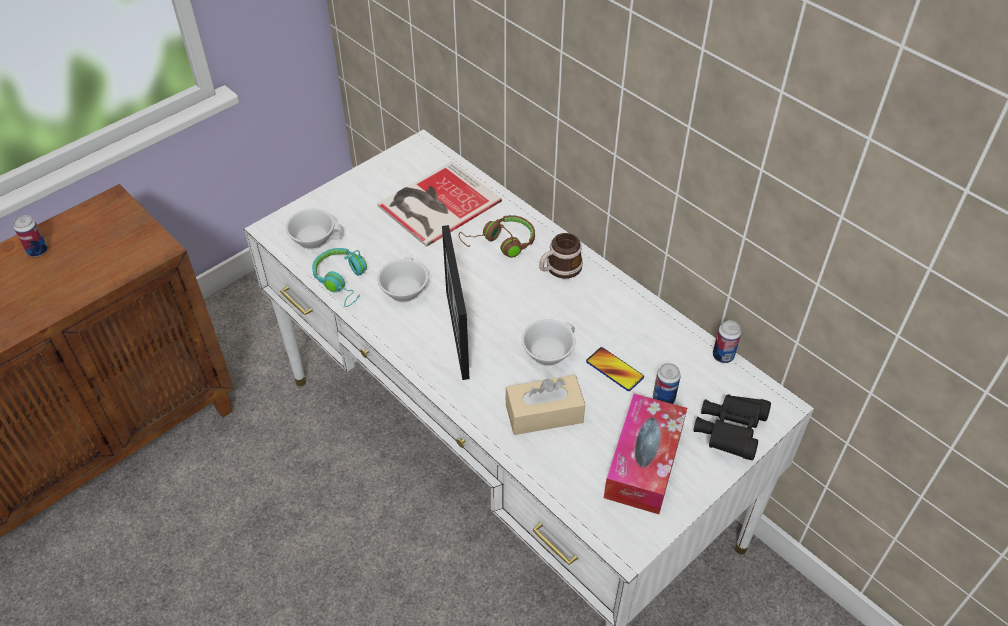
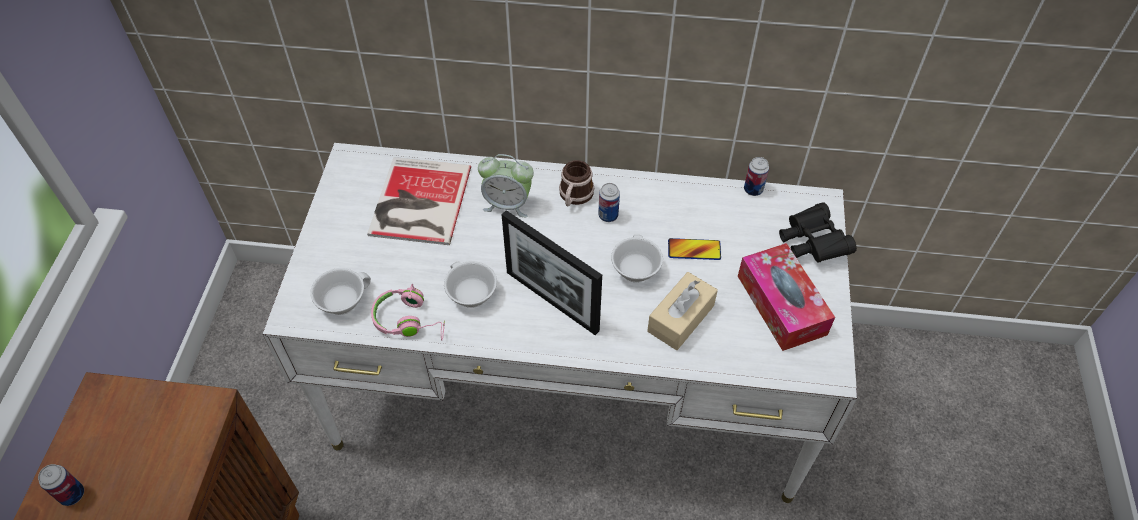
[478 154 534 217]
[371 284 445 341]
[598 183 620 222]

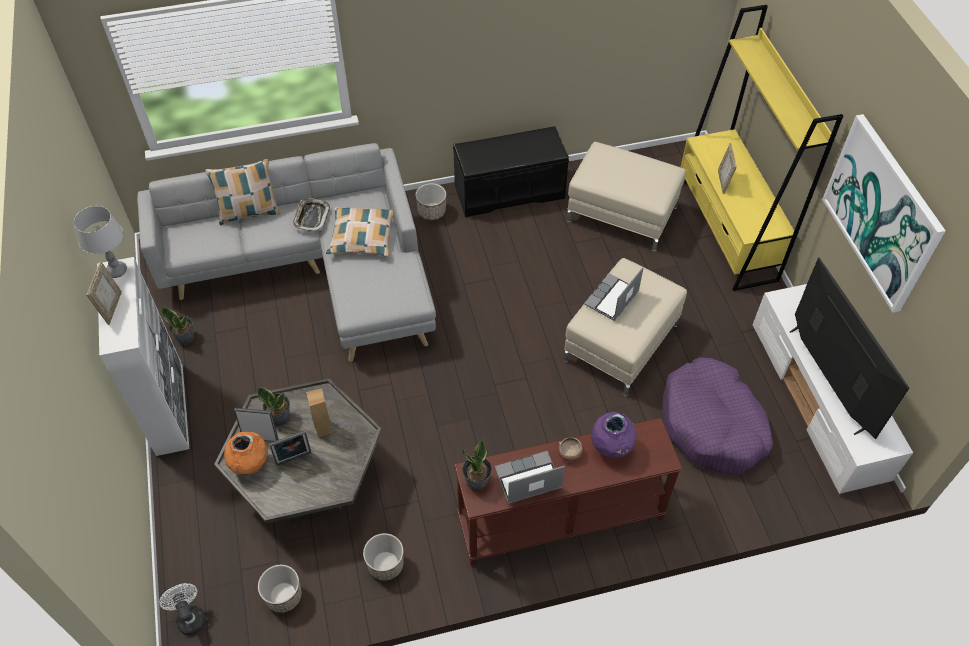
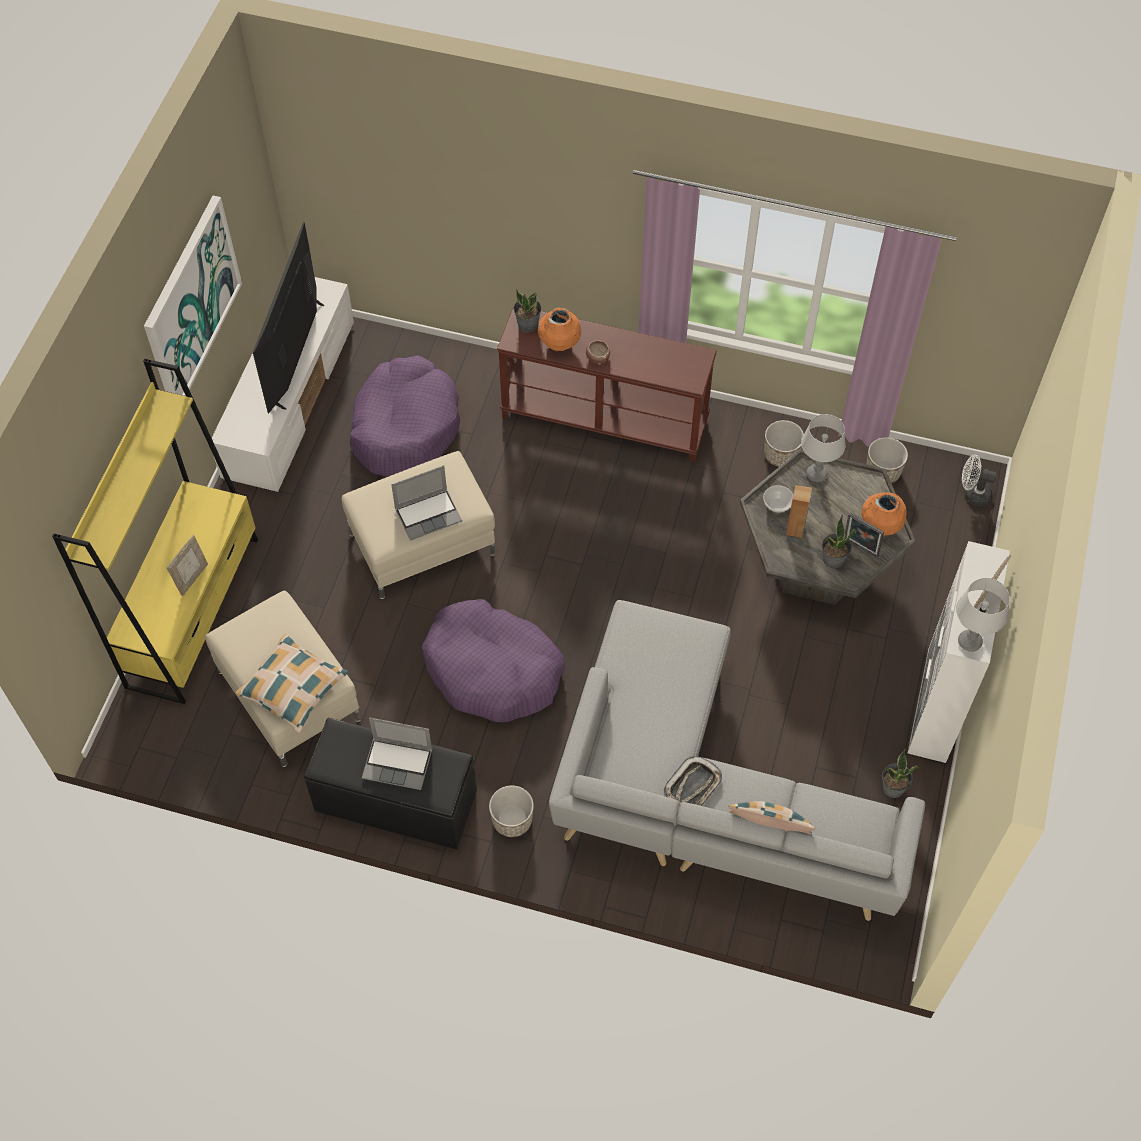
[235 634 348 733]
[538 308 581 351]
[269 430 311 466] (first image)
[514 289 542 332]
[362 718 432 790]
[962 455 997 506]
[801 414 845 482]
[763 485 793 513]
[422 599 565 722]

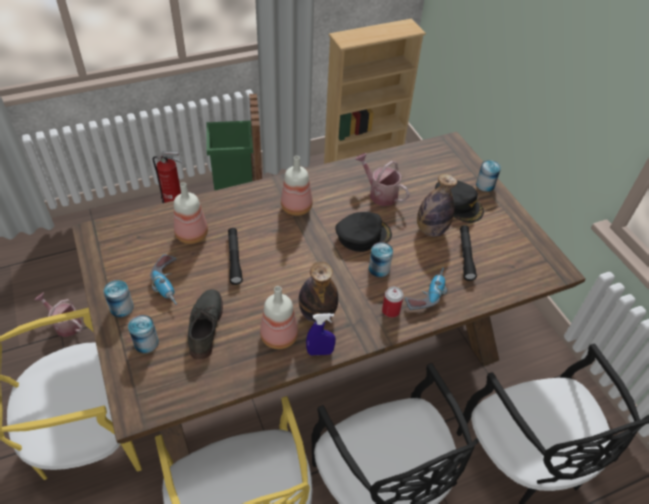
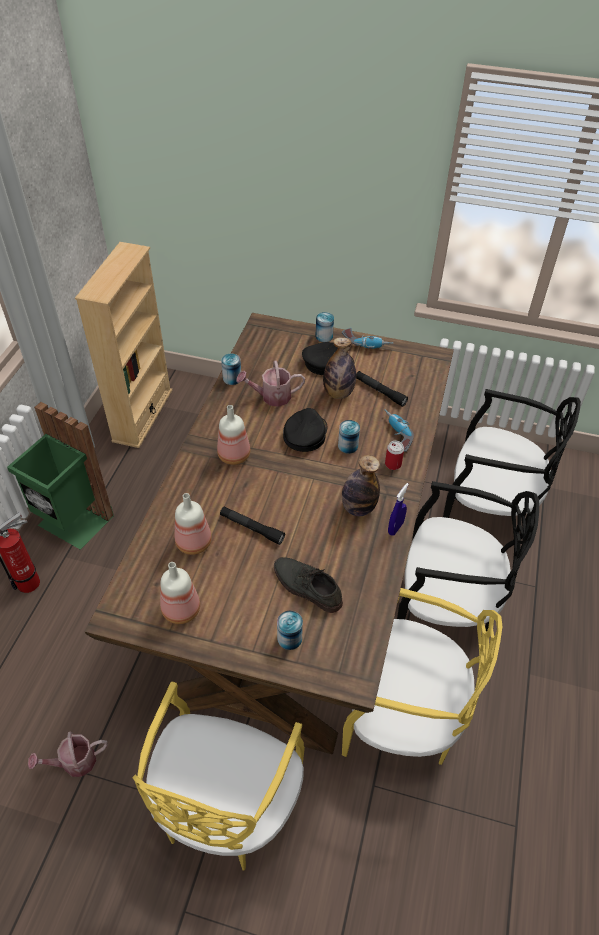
[342 328 393 349]
[221 354 241 385]
[160 562 200 624]

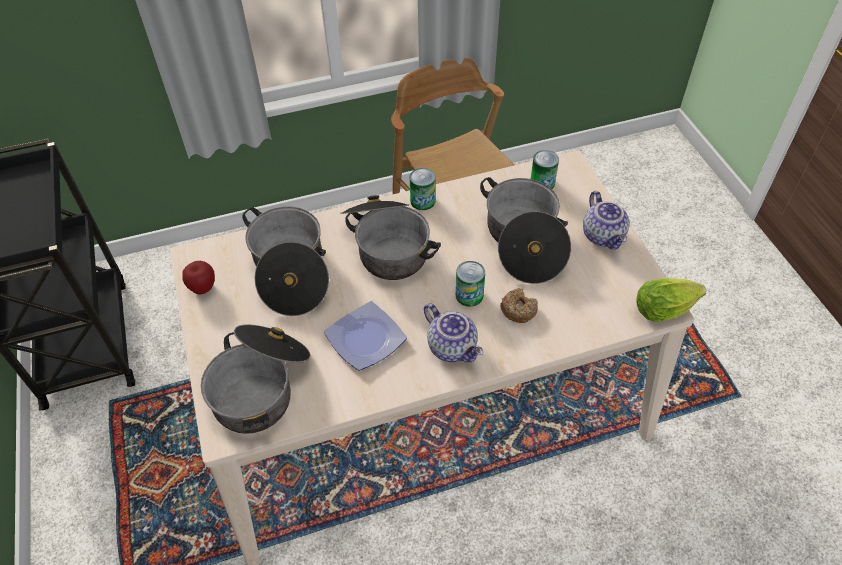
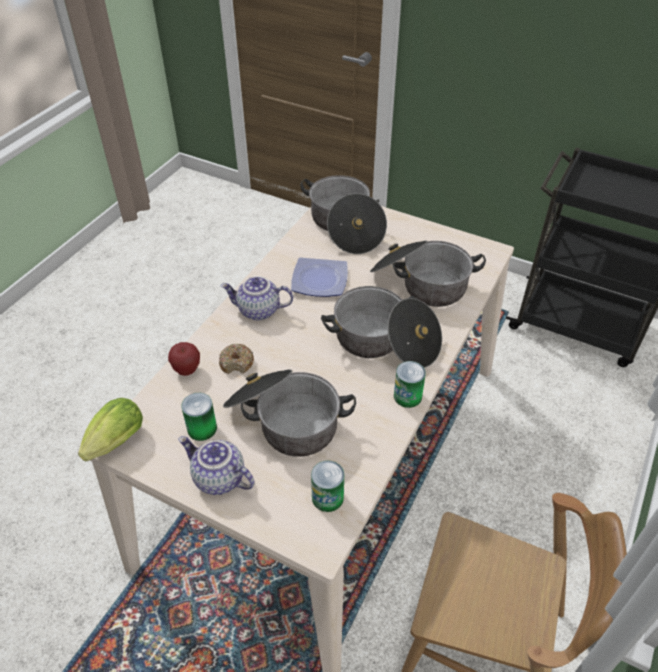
[168 342 200 376]
[181 393 217 441]

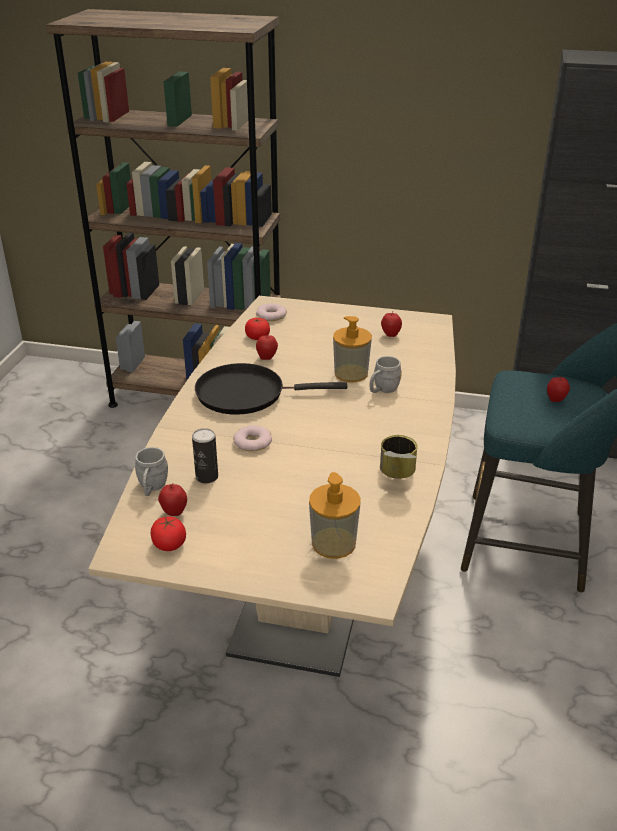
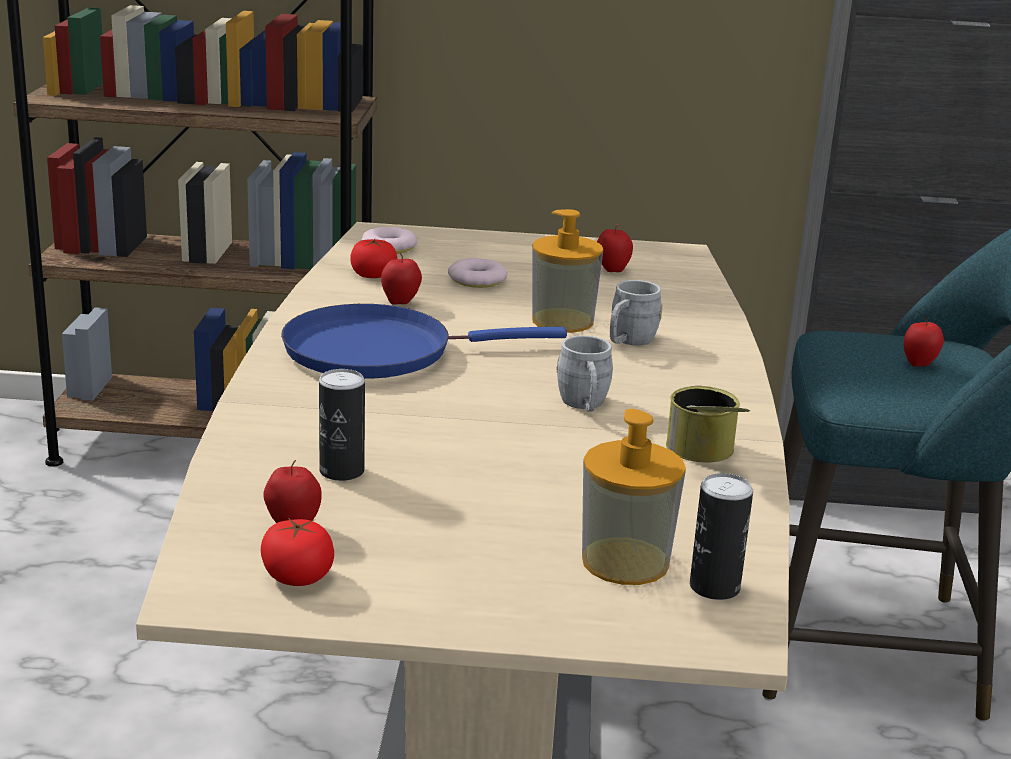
[281 304 567 379]
[448 258 508 288]
[557 335 613 412]
[690 473 753 600]

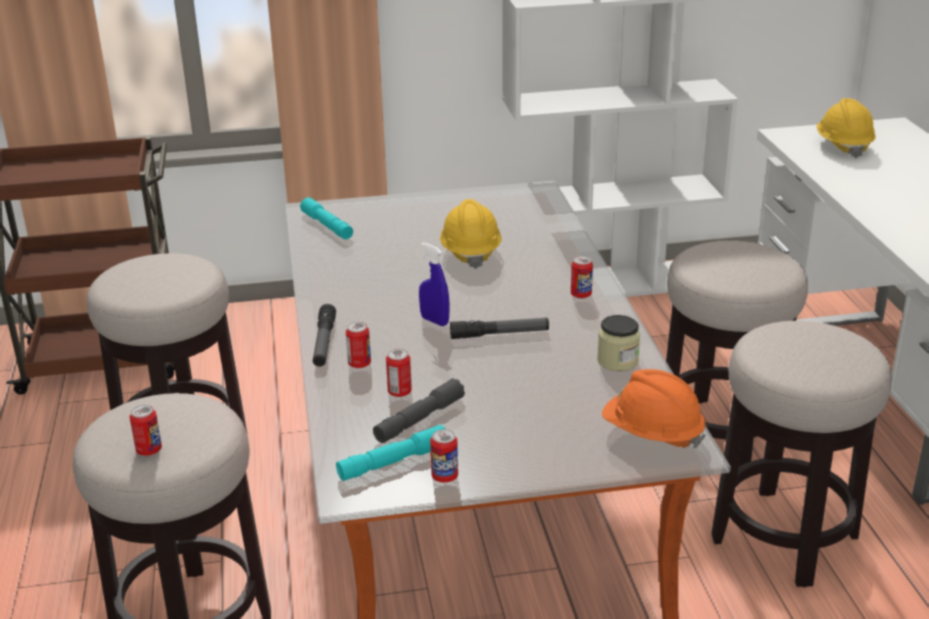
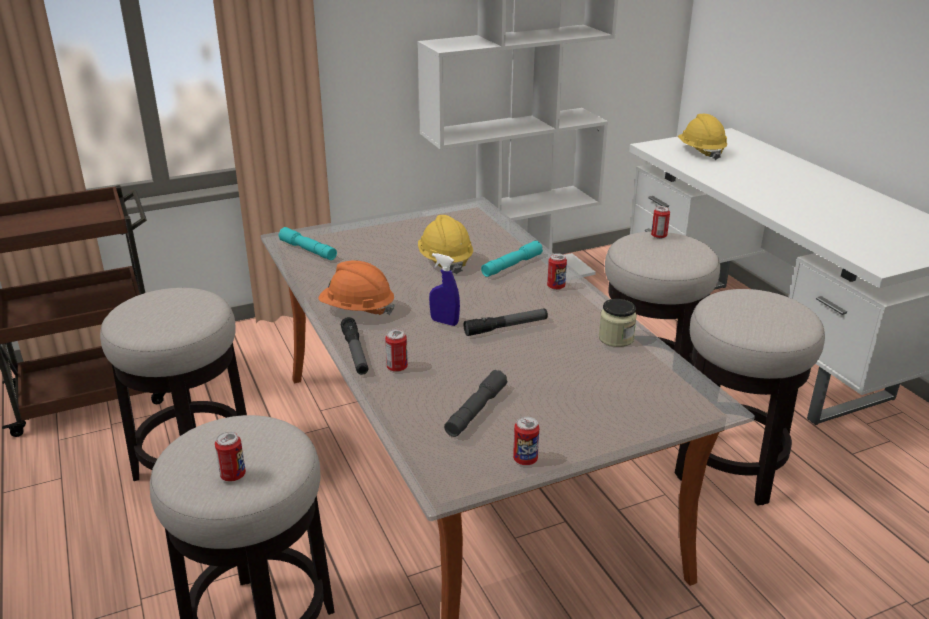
[651 206 670 239]
[318 260 395 315]
[481 241 543 277]

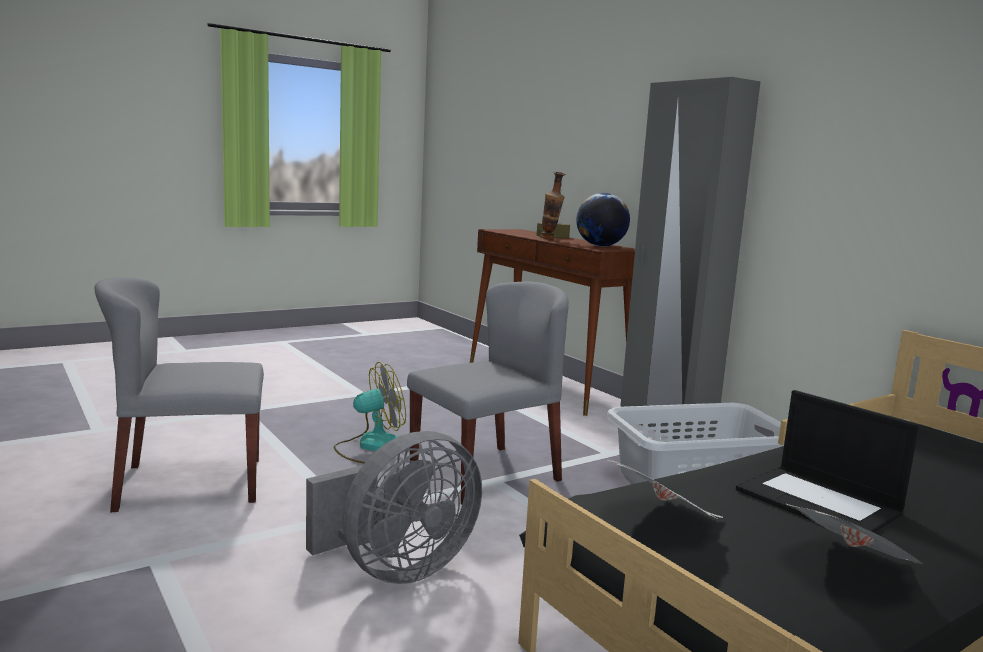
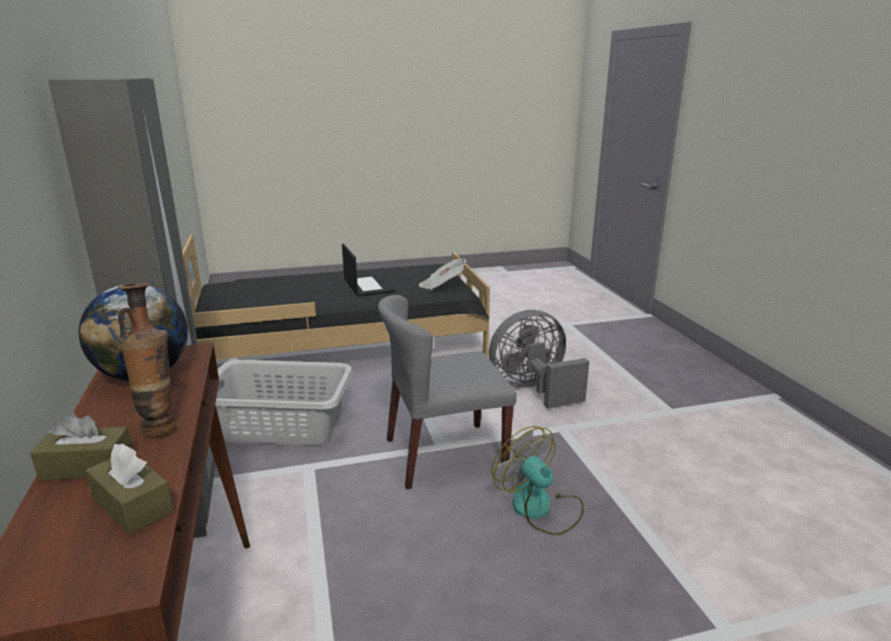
[95 277 264 512] (first image)
[492 426 584 535]
[787 504 924 565] (first image)
[85 443 174 535]

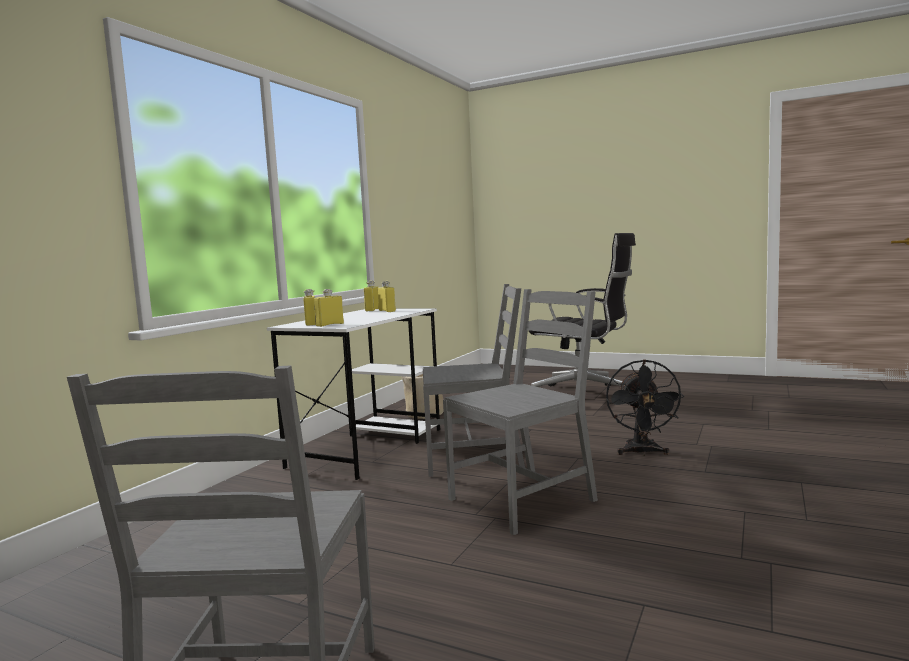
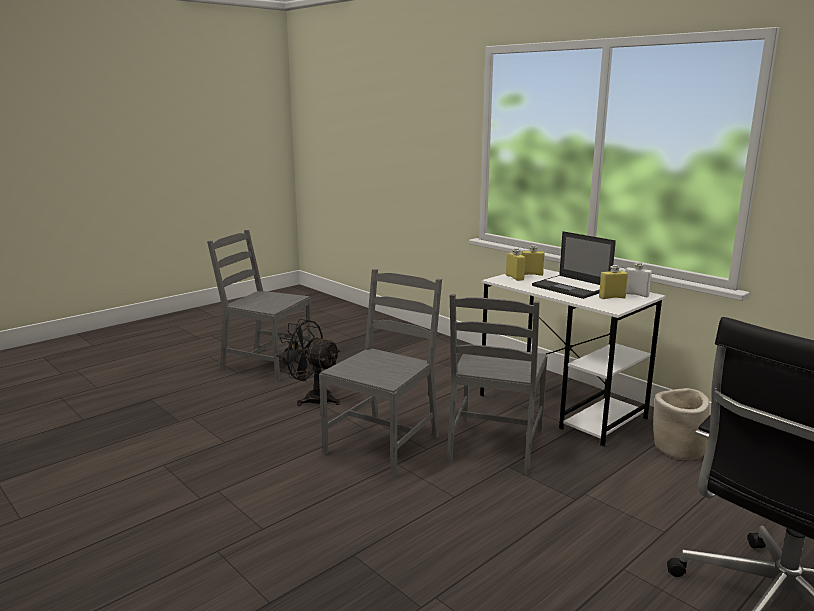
[625 262 652 297]
[319 269 442 478]
[276 319 341 406]
[532 231 616 299]

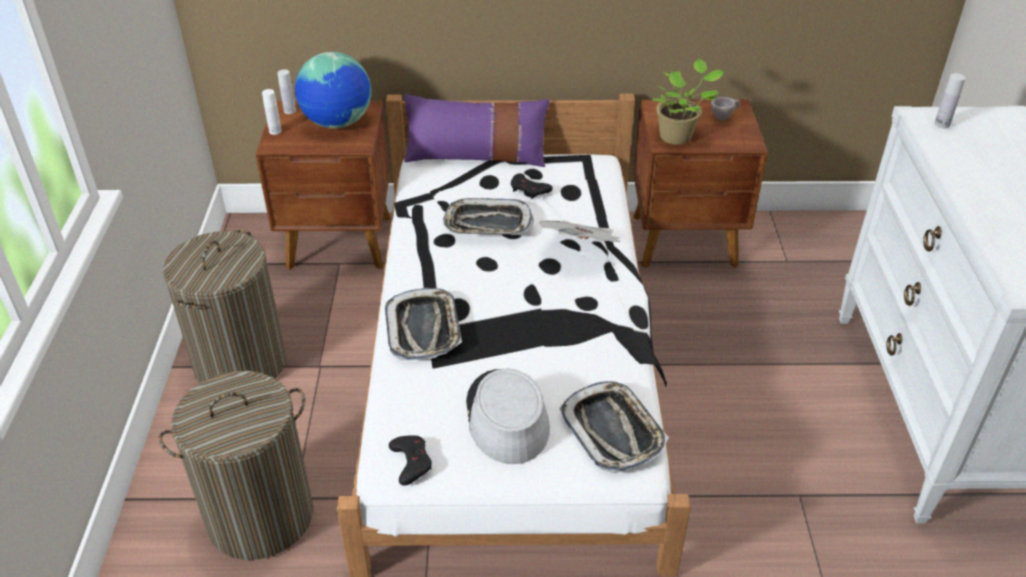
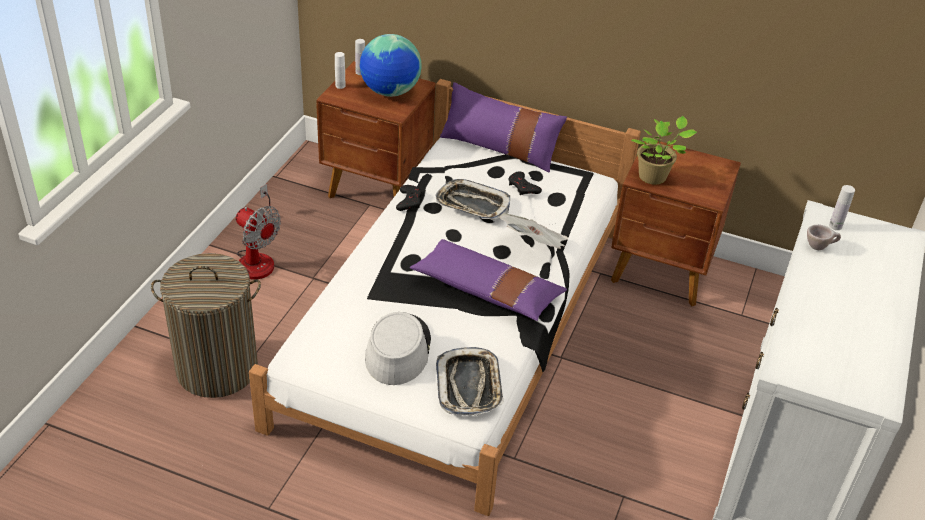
[807 225 841 250]
[236 184 281 280]
[385 288 462 360] (first image)
[396 185 422 211]
[410 239 567 321]

